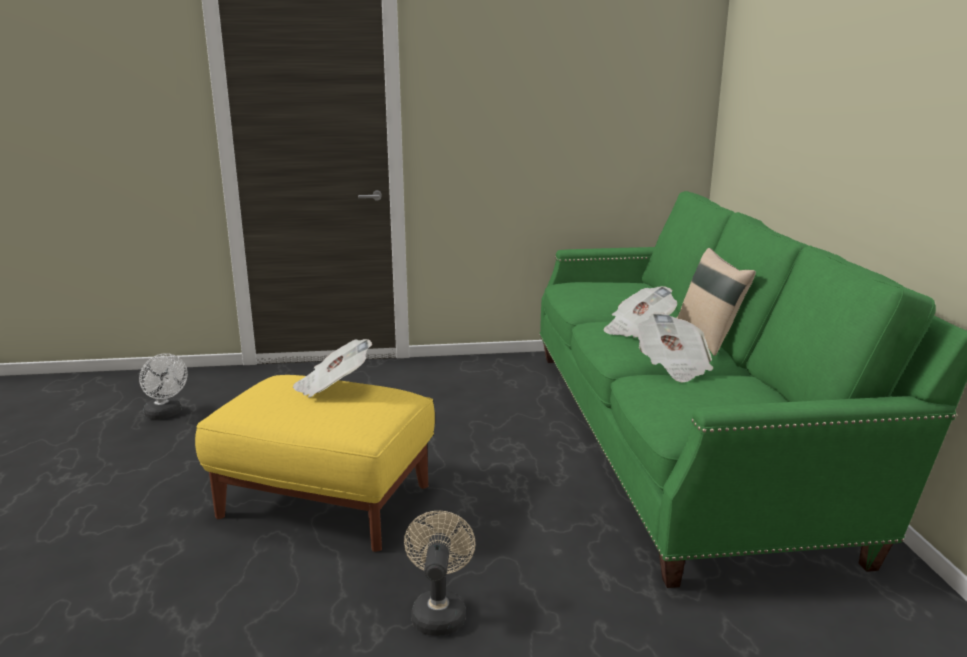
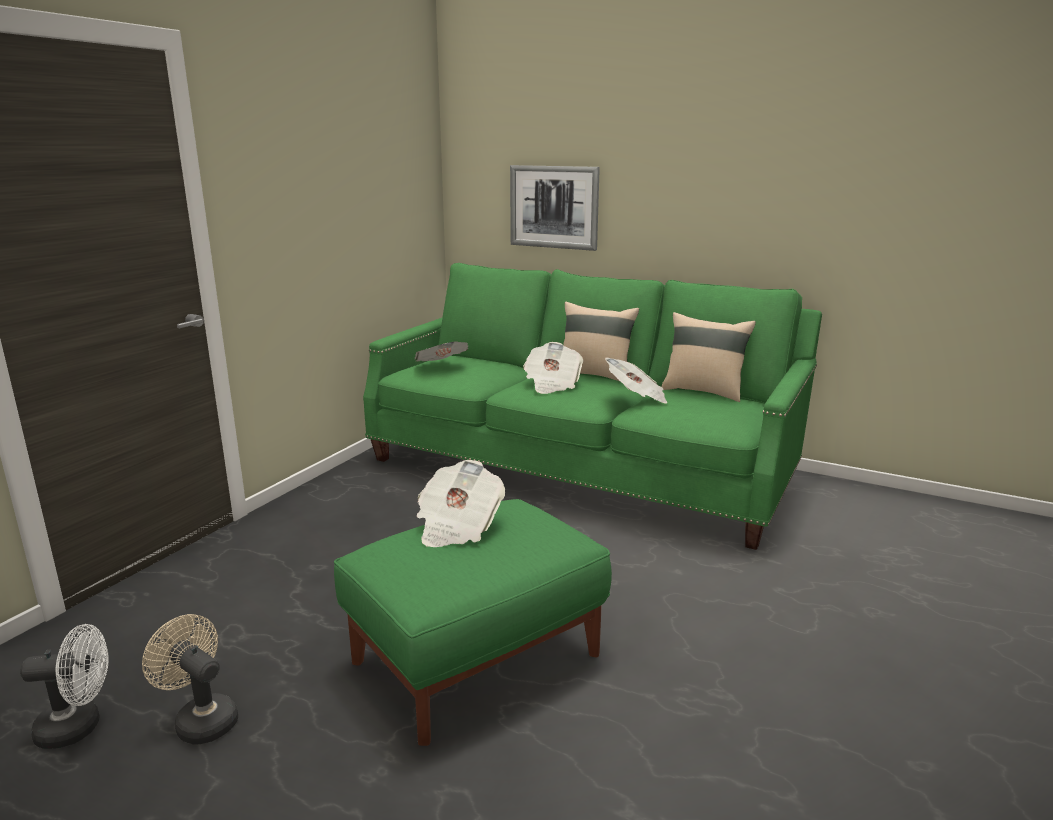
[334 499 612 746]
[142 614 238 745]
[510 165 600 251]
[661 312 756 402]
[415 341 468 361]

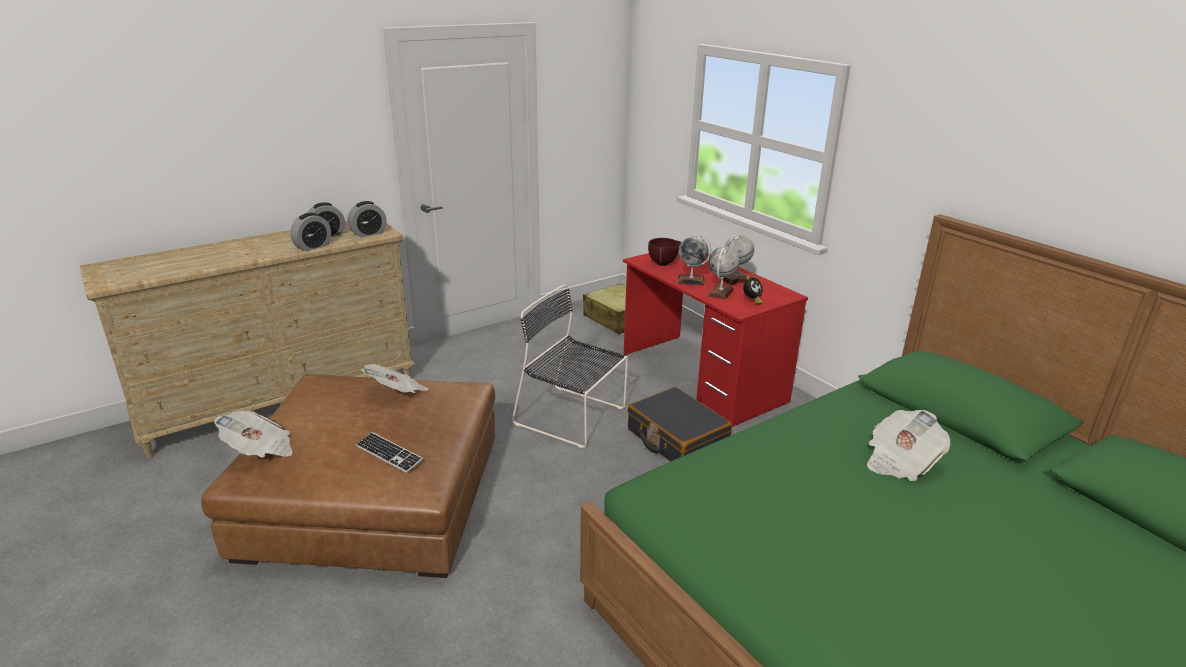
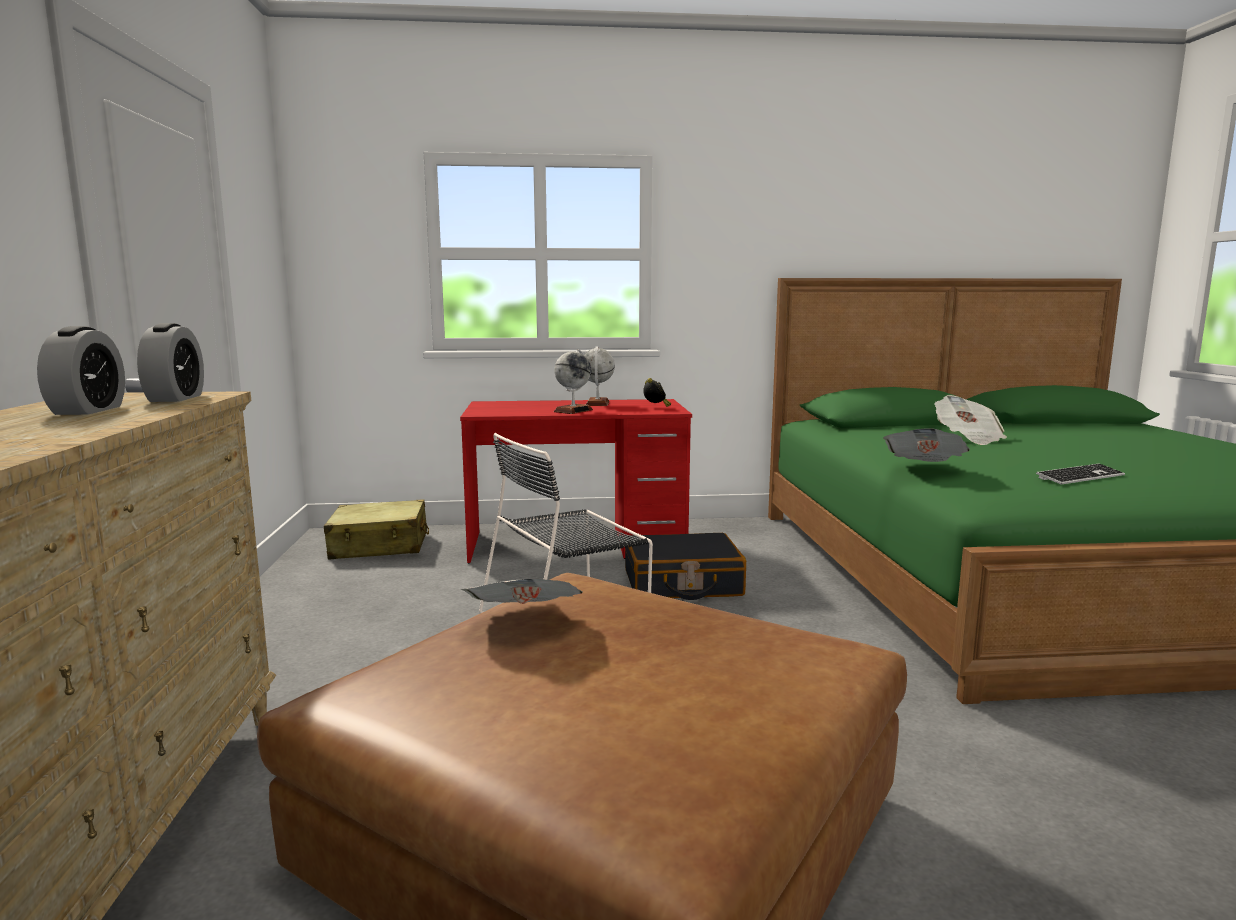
[290 213 331 252] (first image)
[648 238 681 266] (first image)
[707 247 740 300] (first image)
[883 428 970 462]
[1036 464 1125 484]

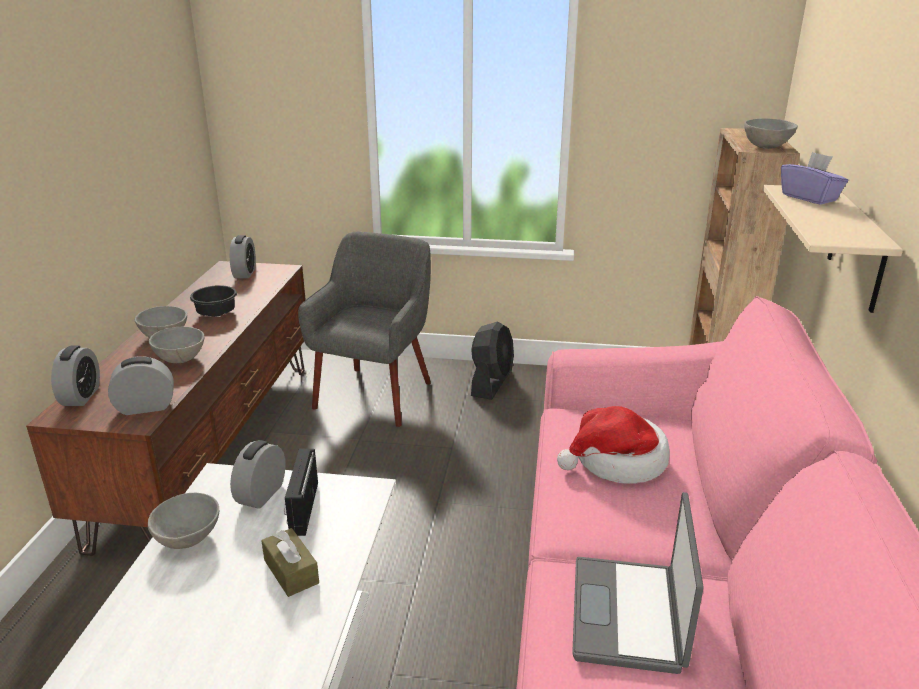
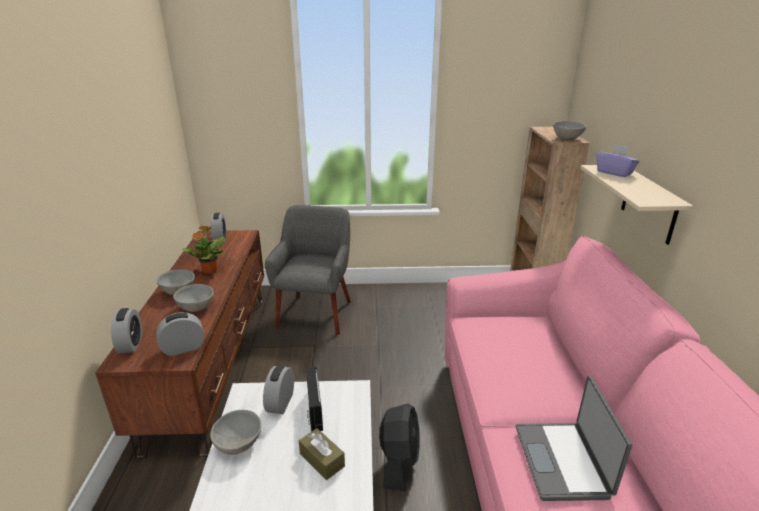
[182 226 225 274]
[379 404 420 492]
[557 406 670 484] (first image)

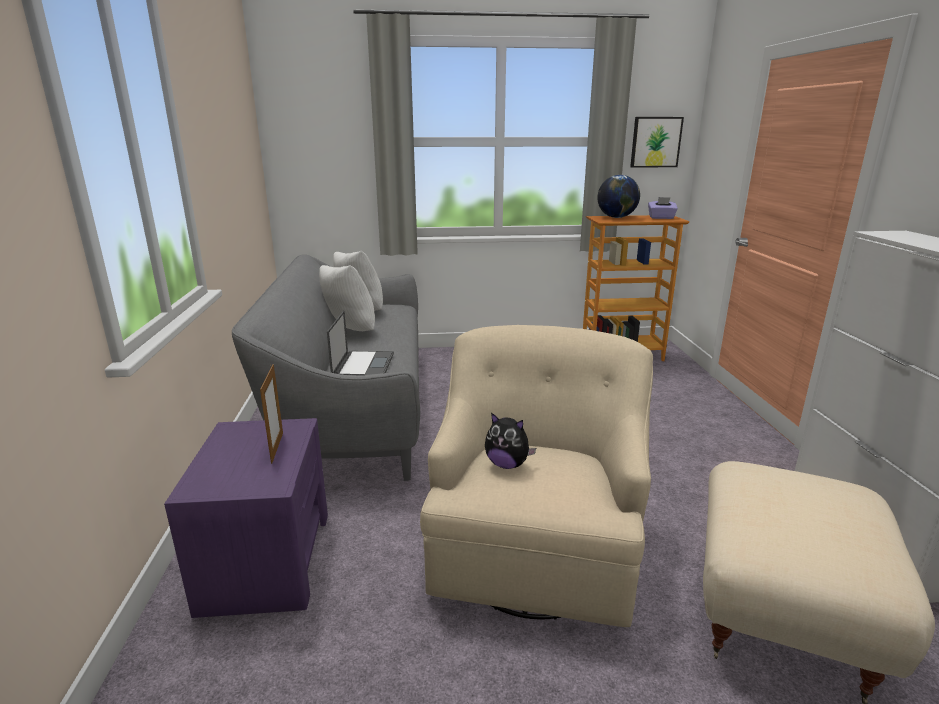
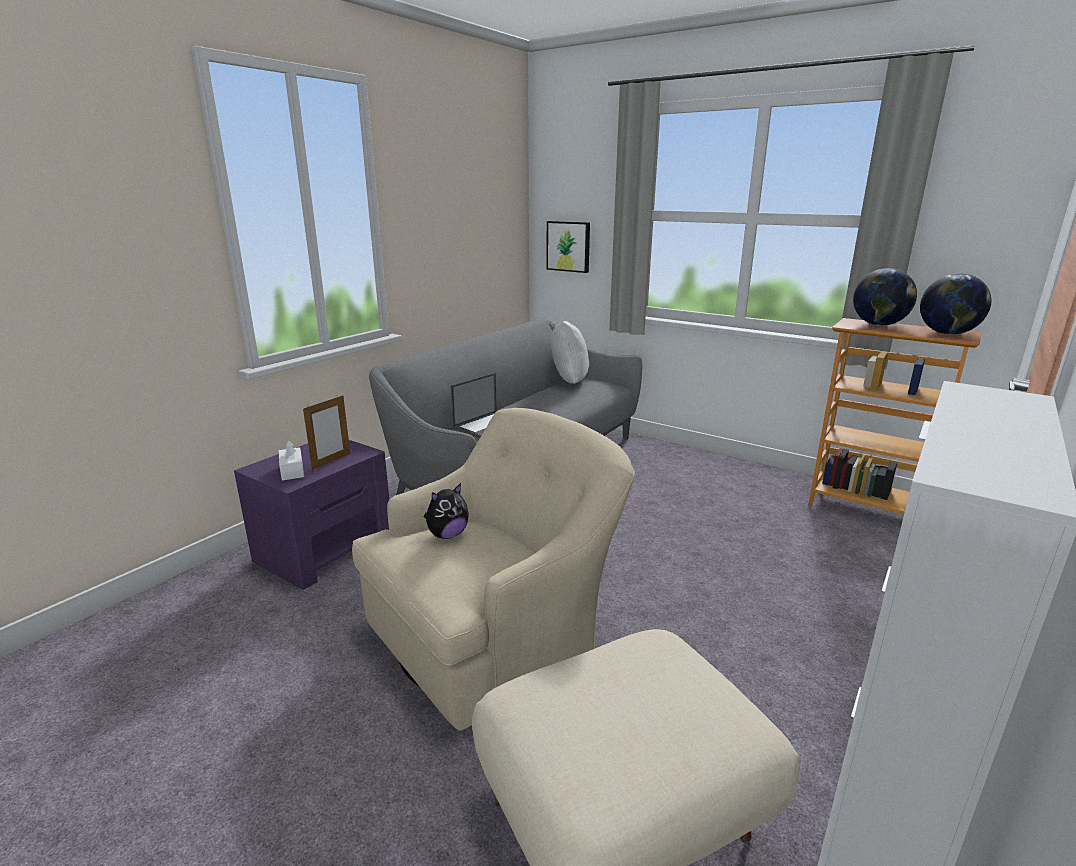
[546 221 590 273]
[920 273 991 335]
[319 265 375 331] (first image)
[424 483 469 539]
[279 440 304 481]

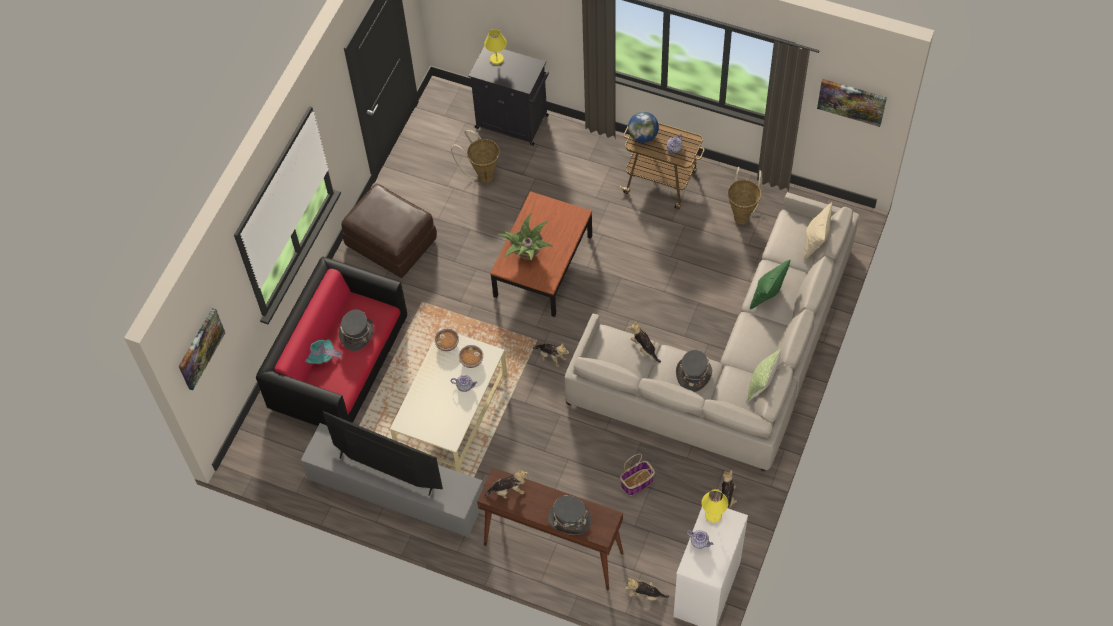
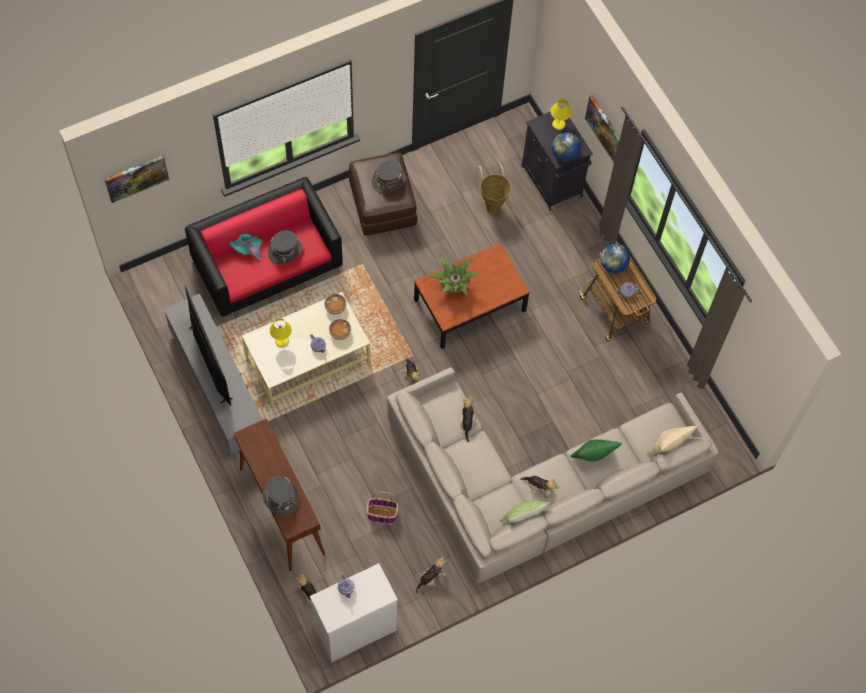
[585 95 620 163]
[728 167 762 225] (first image)
[372 160 406 193]
[520 476 559 499]
[270 318 292 347]
[552 132 581 161]

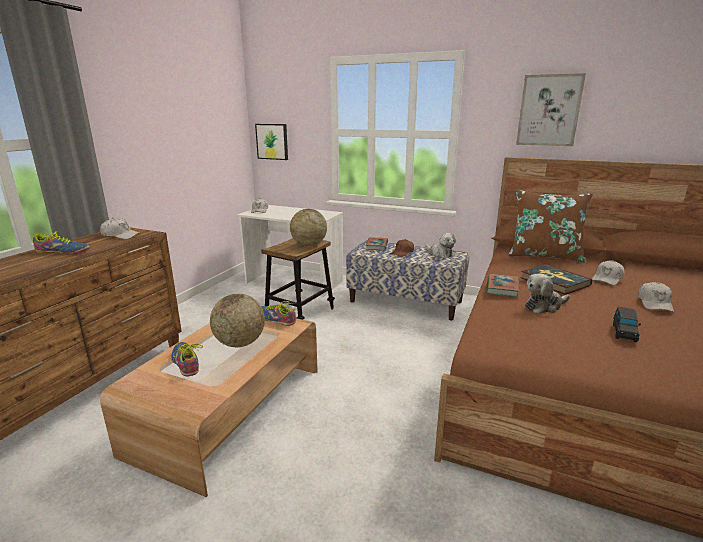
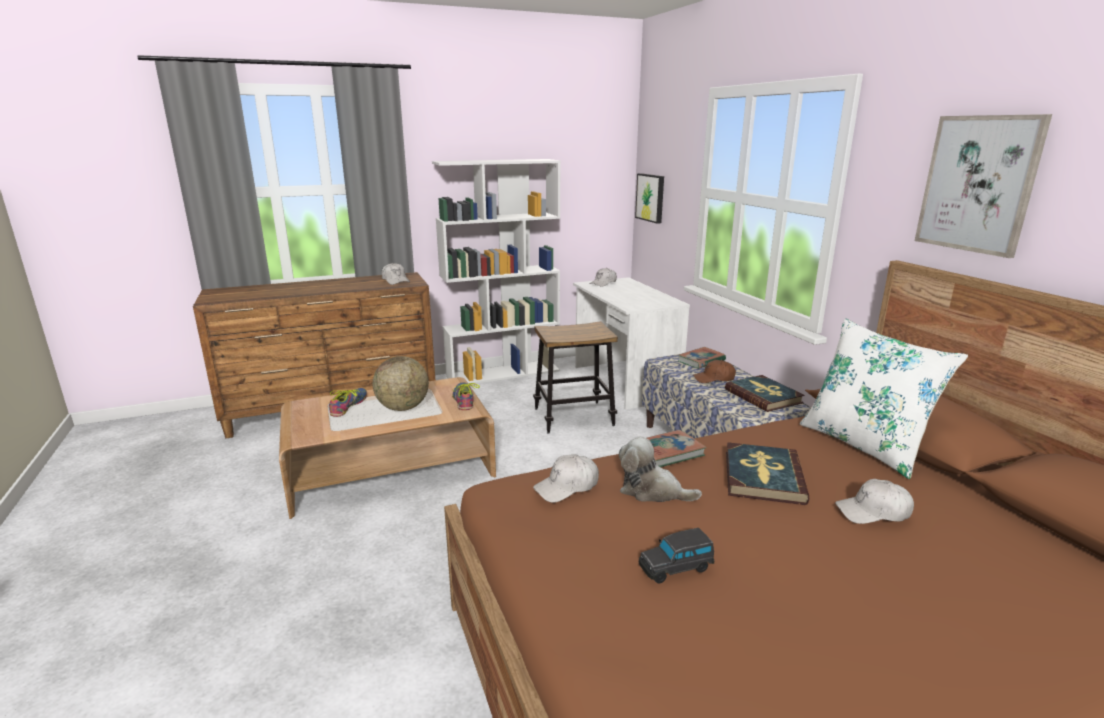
[800 319 968 479]
[290 209 327 246] (first image)
[33 231 90 254] (first image)
[725 375 805 412]
[533 454 599 503]
[432 159 561 384]

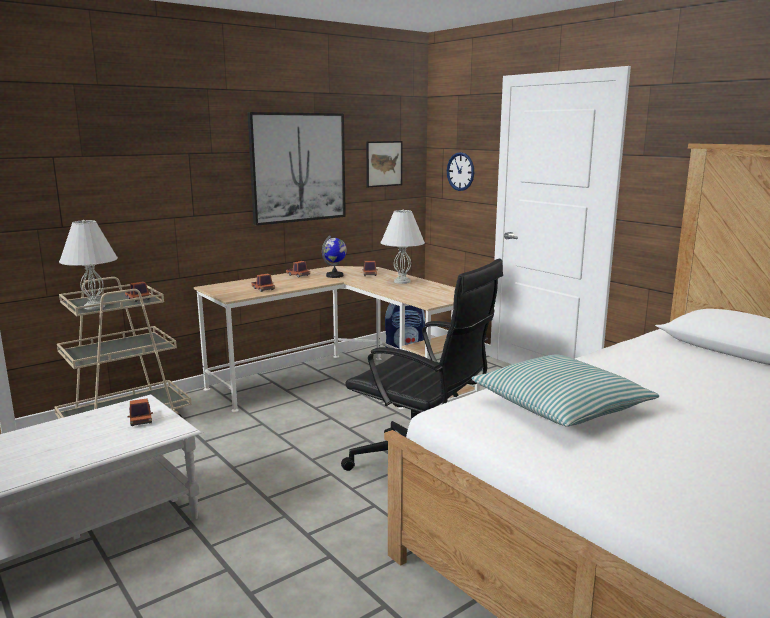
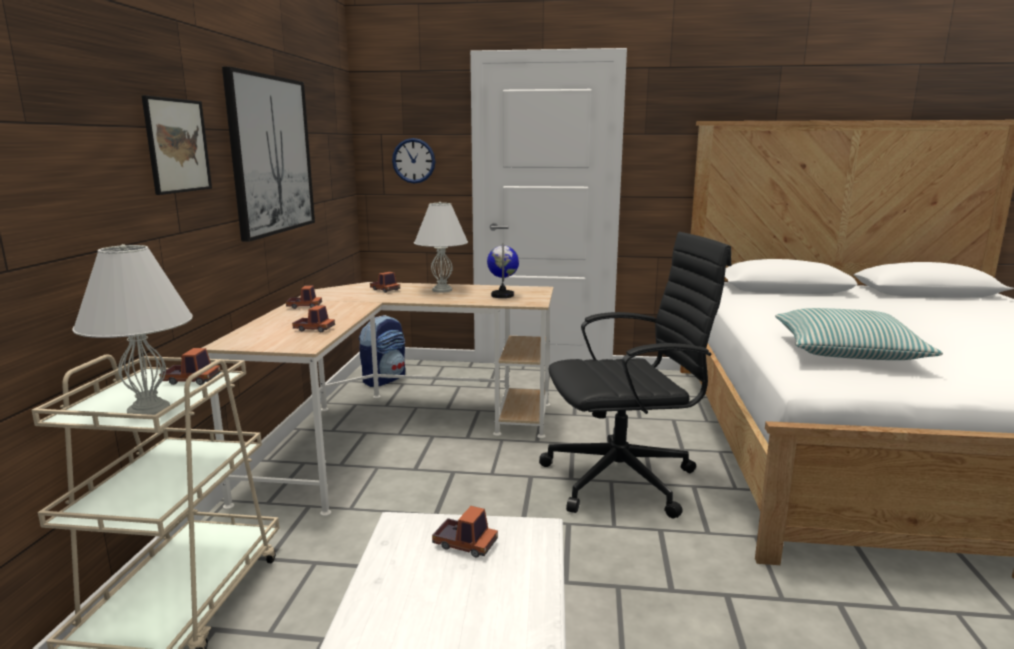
[142 95 212 195]
[487 243 519 298]

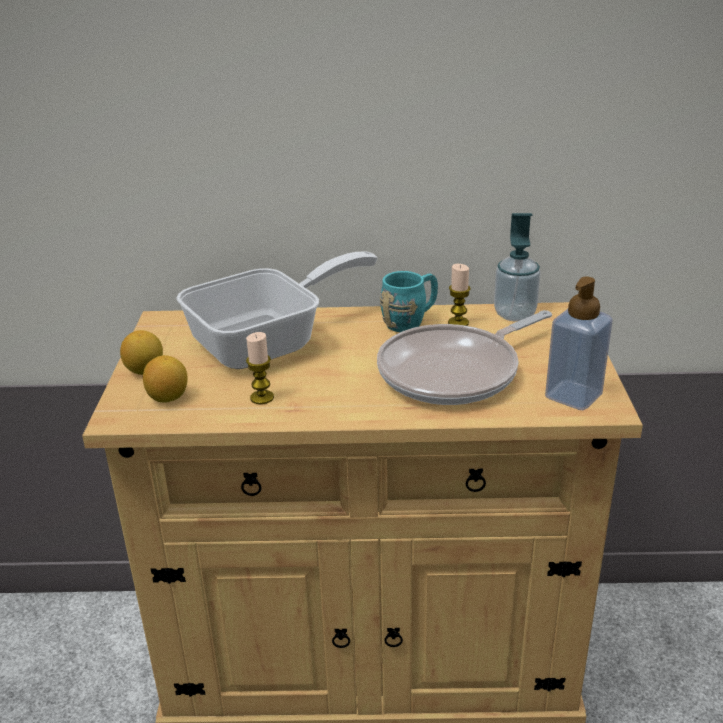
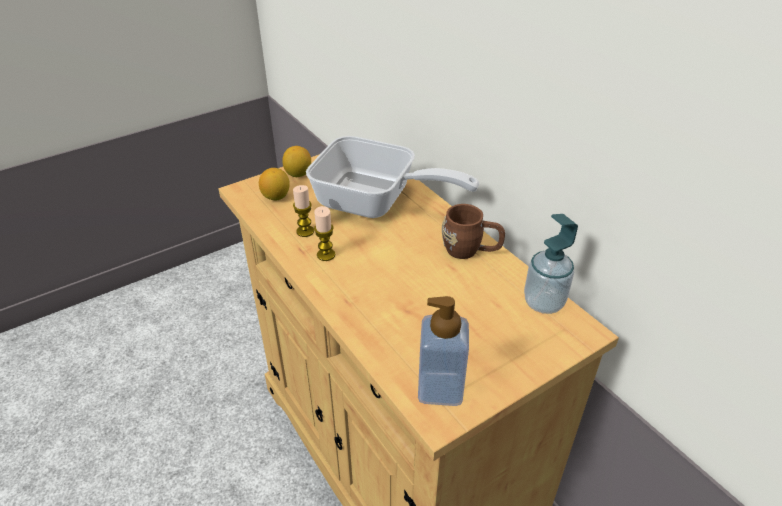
[314 206 335 261]
[442 204 505 259]
[377 310 552 405] (first image)

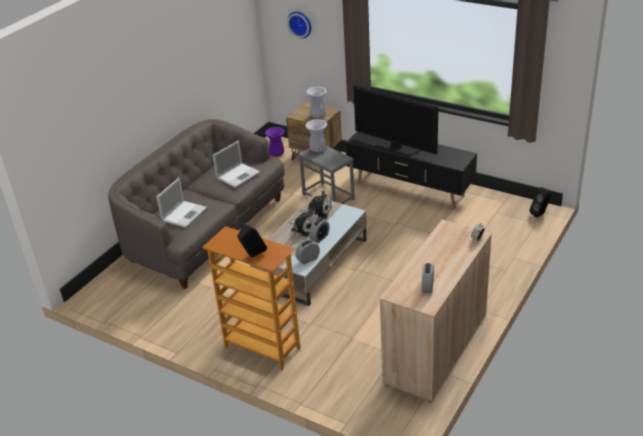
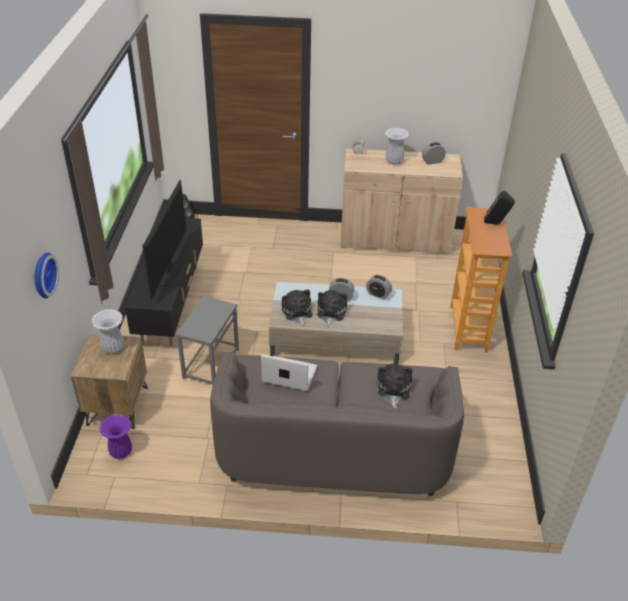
[385 128 409 164]
[377 364 412 409]

